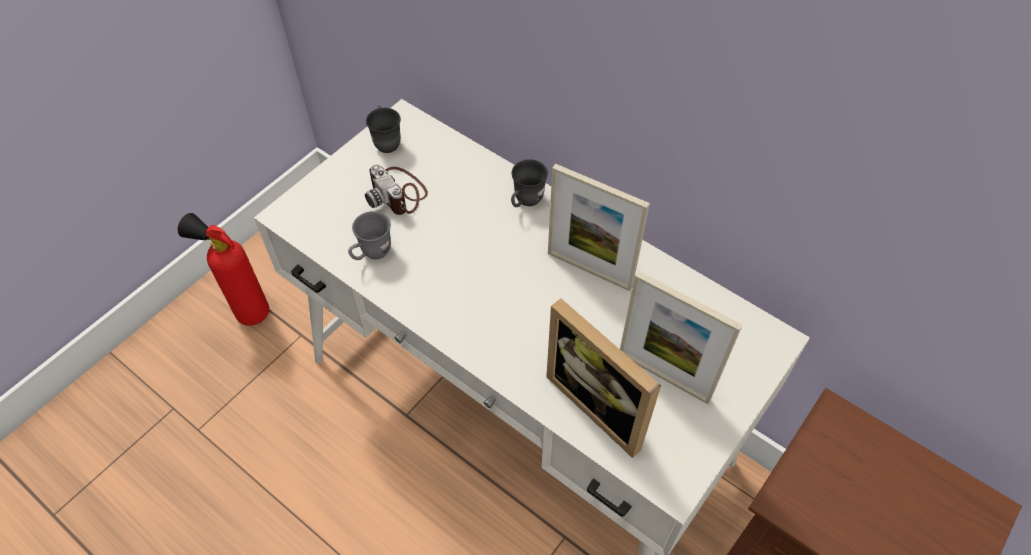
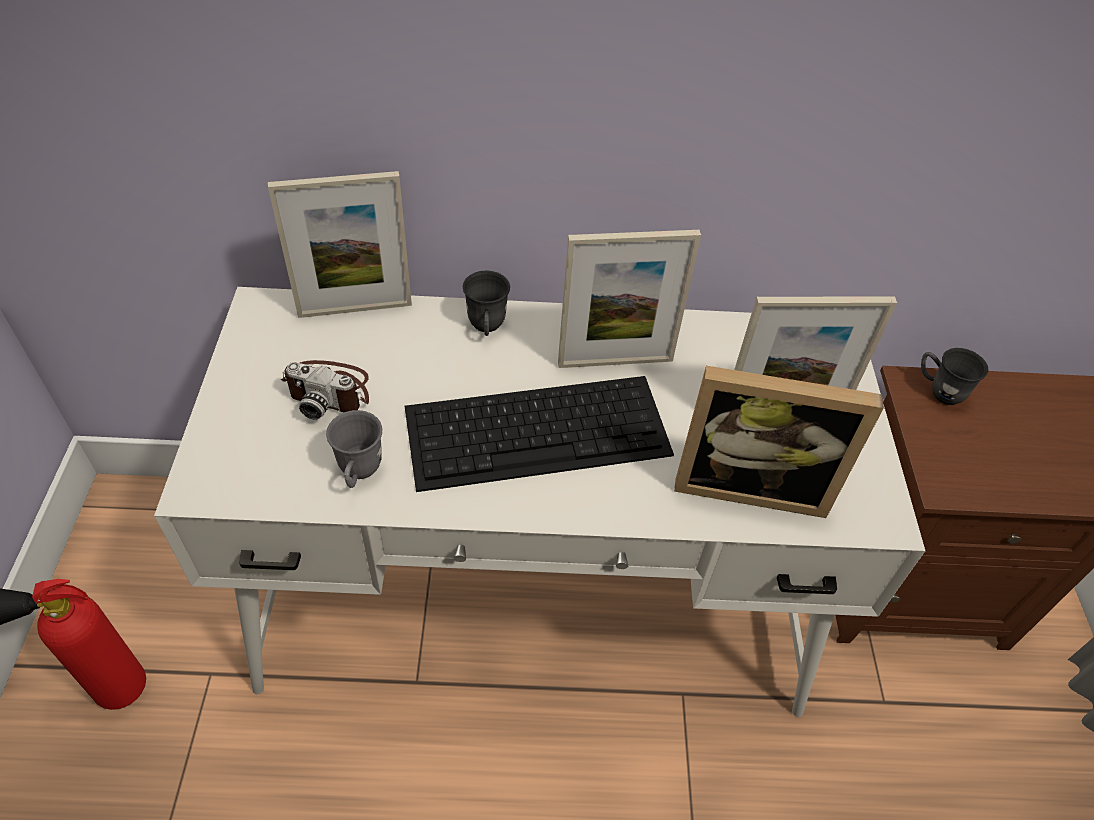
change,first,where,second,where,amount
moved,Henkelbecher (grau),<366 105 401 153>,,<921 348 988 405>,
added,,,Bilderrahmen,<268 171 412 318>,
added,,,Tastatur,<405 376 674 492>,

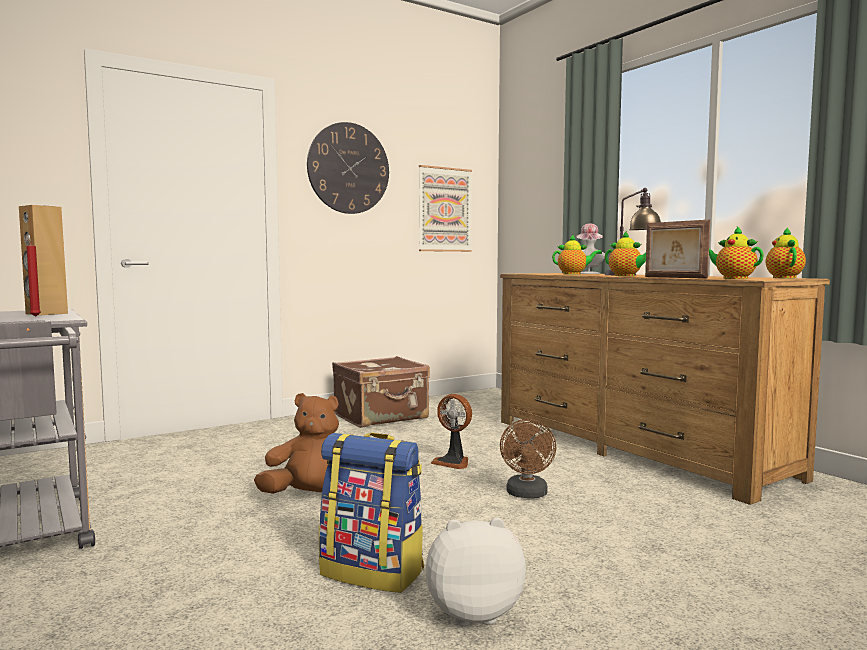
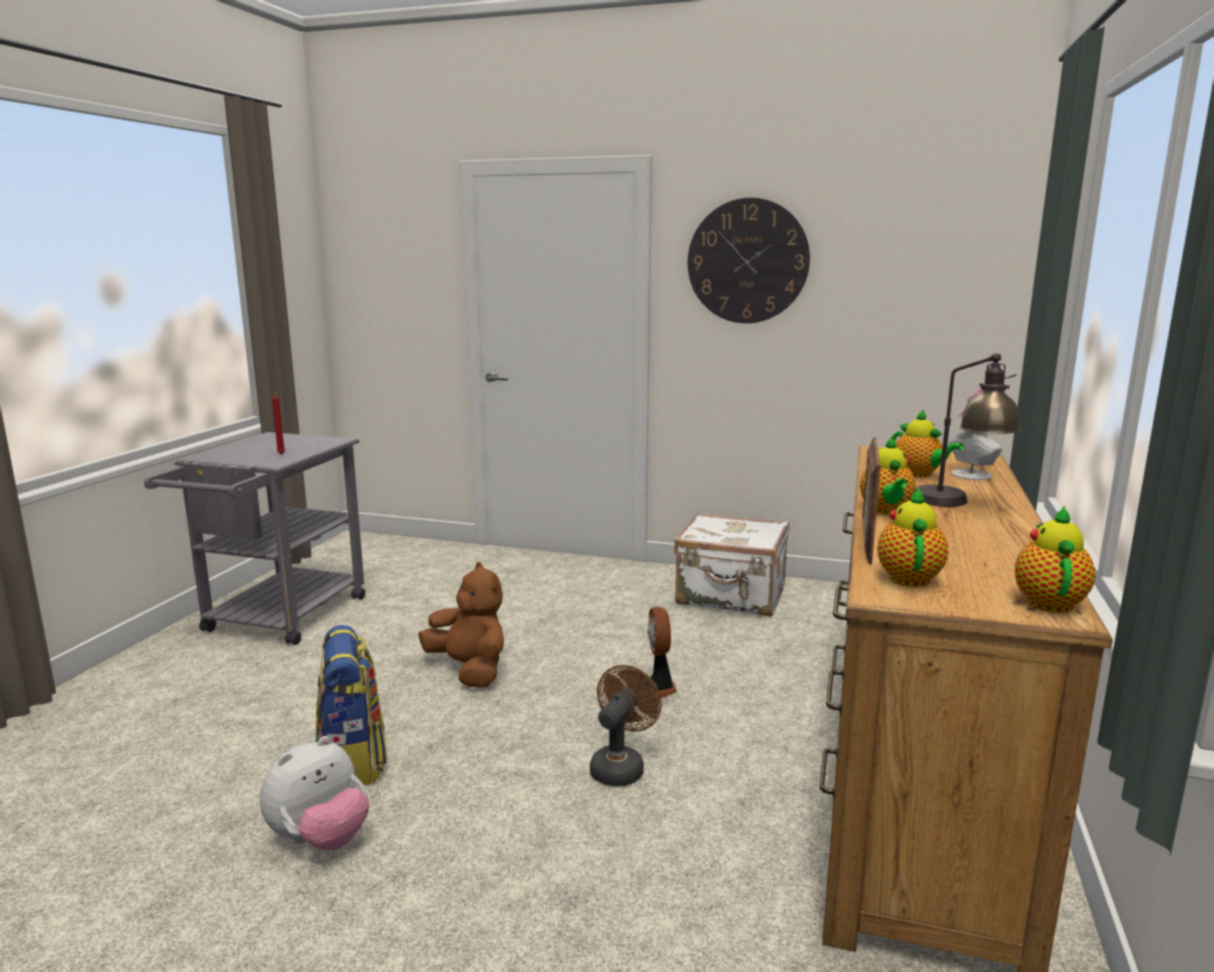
change,first,where,second,where,amount
removed,Lautsprecher (braun),<19 205 68 316>,,,
recoloured,Koffer (braun),<332 356 430 428>,Koffer (weiß),<674 513 789 617>,
removed,Bild,<419 165 472 252>,,,
turned,Plüschtier,<426 517 526 626>,,<260 736 369 850>,90 degrees clockwise
turned,Ventilator (braun),<500 419 556 498>,,<590 665 662 786>,150 degrees clockwise
turned,Teekanne,<766 228 806 278>,,<1015 506 1096 613>,45 degrees counterclockwise

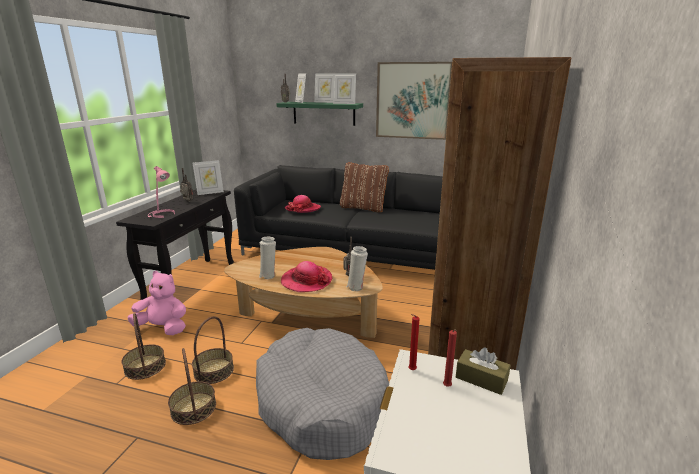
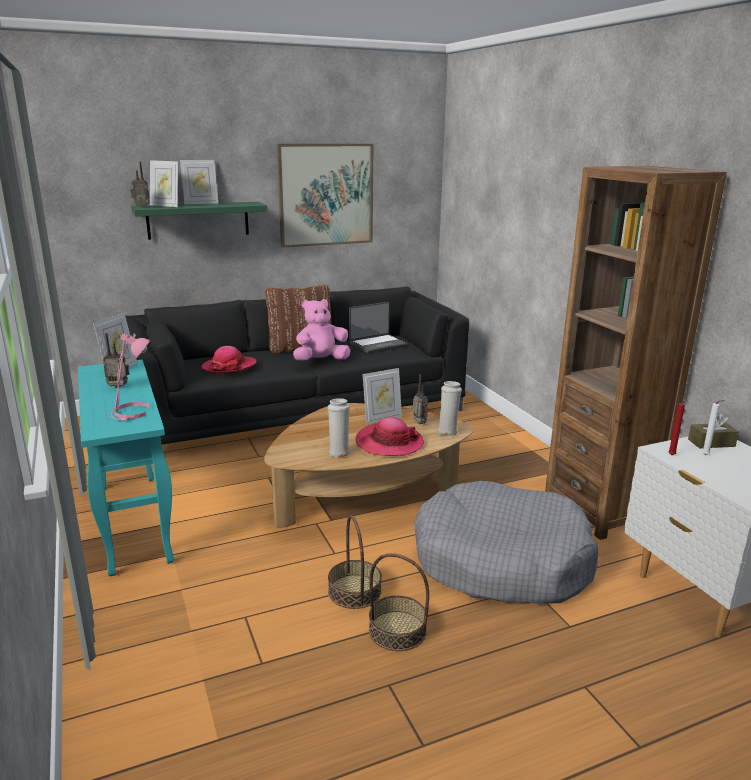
change,first,where,second,where,amount
recoloured,Konsolentisch (schwarz),<116 189 234 300>,Konsolentisch (türkis),<78 360 174 576>,
removed,Korb,<121 313 166 380>,,,
moved,Plüschtier (rosa),<127 271 186 335>,,<293 299 351 361>,
moved,Bilderrahmen,<333 74 356 104>,,<363 368 402 425>,
recoloured,Kerze (rot),<443 329 457 387>,Kerze (weiß),<702 400 724 455>,
added,,,Laptop,<349 302 408 353>,

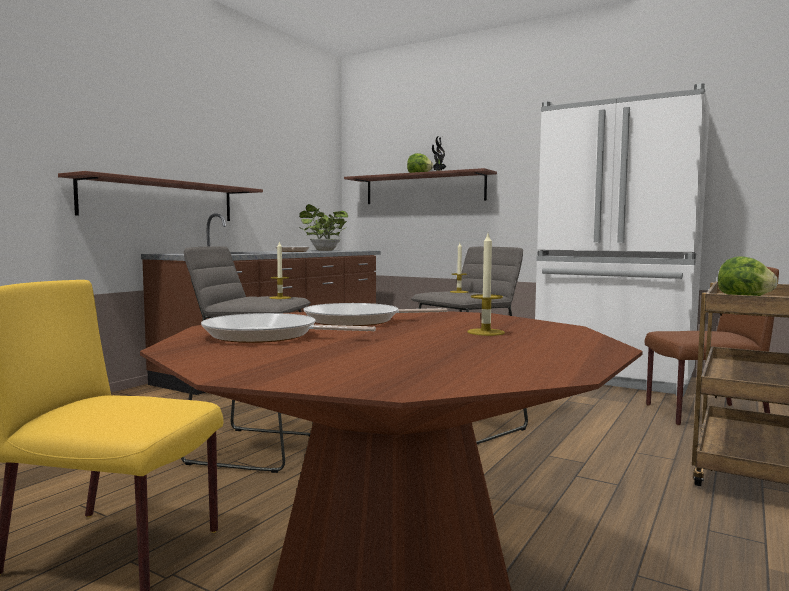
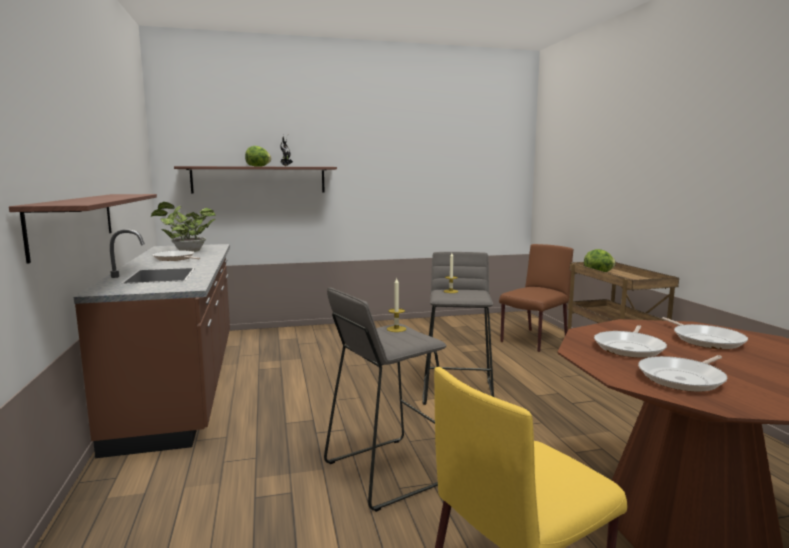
change,first,where,second,where,amount
replaced,Kerze,<467 233 505 336>,Pfanne,<662 317 748 349>,
removed,Kühlschrank (weiß),<535 83 710 397>,,,

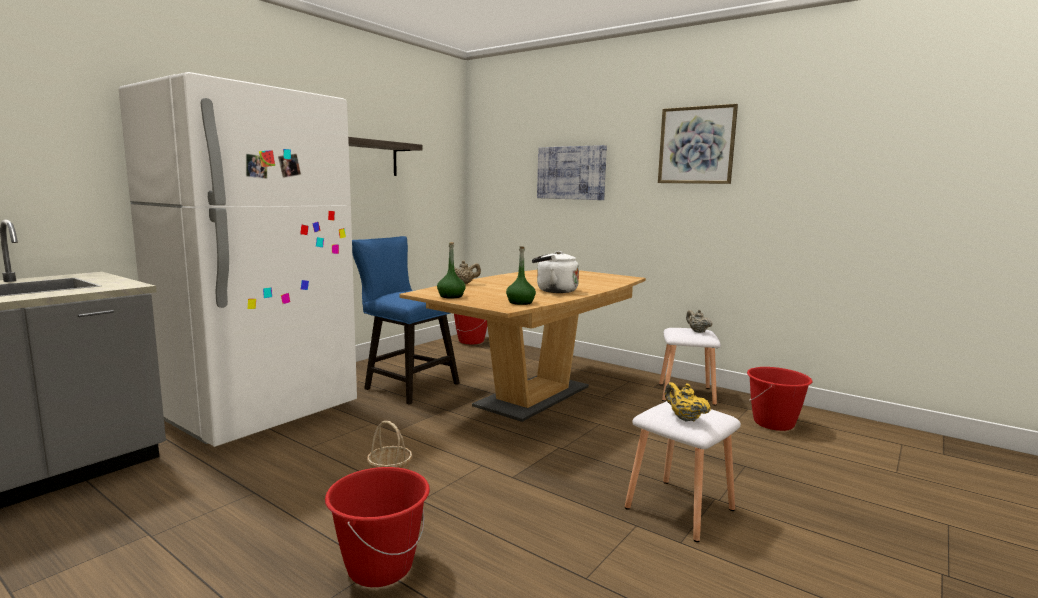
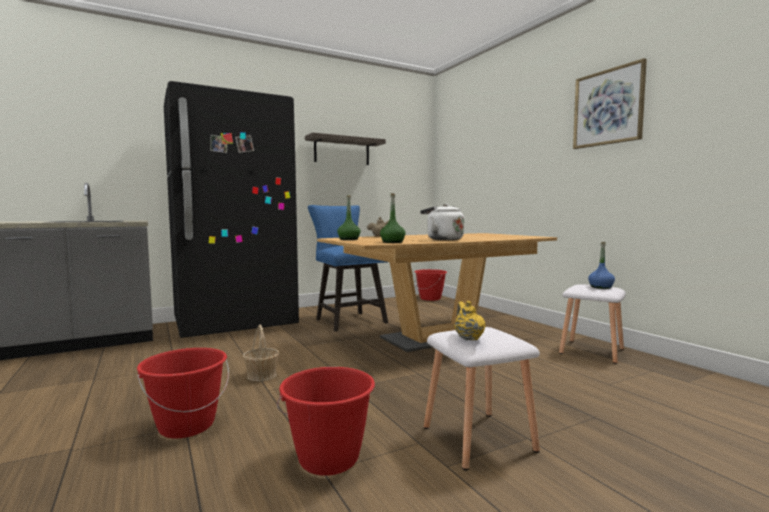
change,first,where,second,where,amount
recoloured,Kühlschrank (weiß),<119 72 357 447>,Kühlschrank (schwarz),<164 81 299 338>,
removed,Bild,<537 145 607 200>,,,
replaced,Teekanne (beige),<686 310 713 333>,Flasche (blau),<588 242 615 289>,
moved,Eimer (rot),<747 367 812 431>,,<277 367 375 476>,

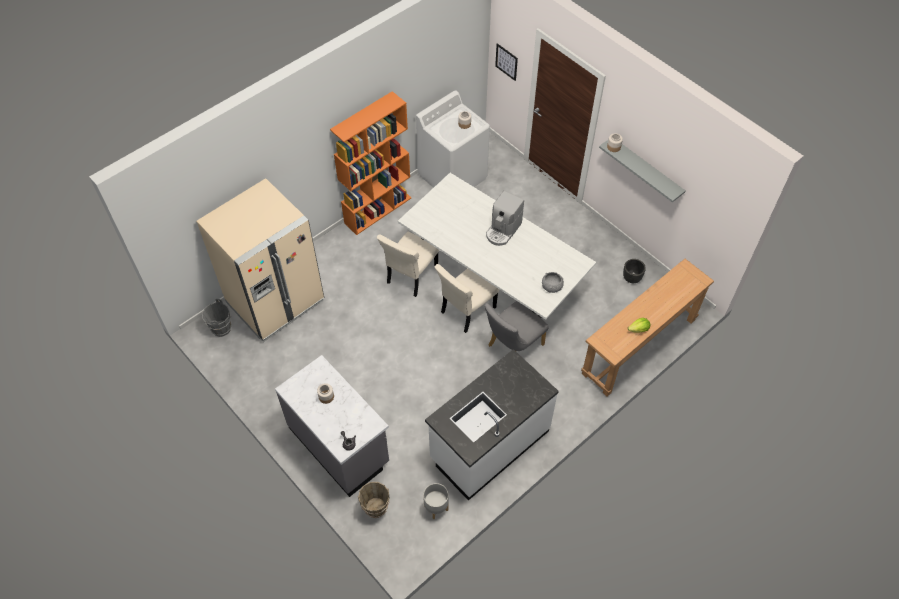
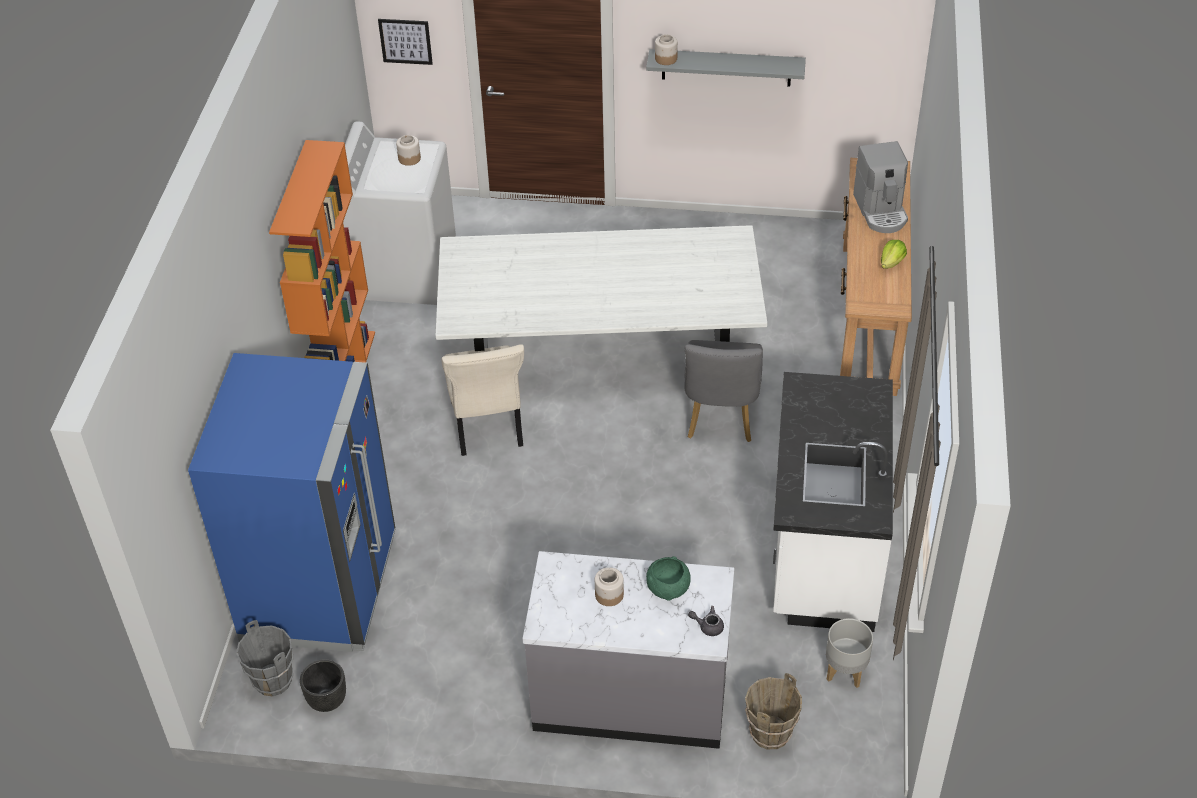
change,first,where,second,where,amount
recoloured,Kühlschrank (beige),<196 178 324 342>,Kühlschrank (blau),<188 353 396 652>,
removed,Stuhl (beige),<435 264 499 333>,,,
moved,Kaffeemaschine,<486 191 524 246>,,<853 141 908 233>,
removed,Schüssel (grau),<542 272 564 293>,,,
moved,Pflanzkübel (schwarz),<623 259 646 283>,,<300 659 346 712>,
added,,,Schüssel (grün),<646 556 691 601>,

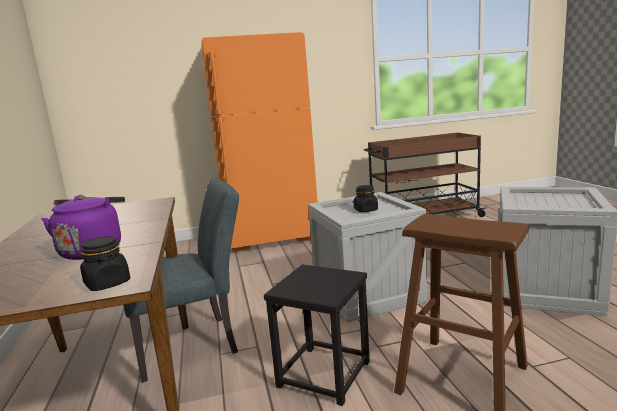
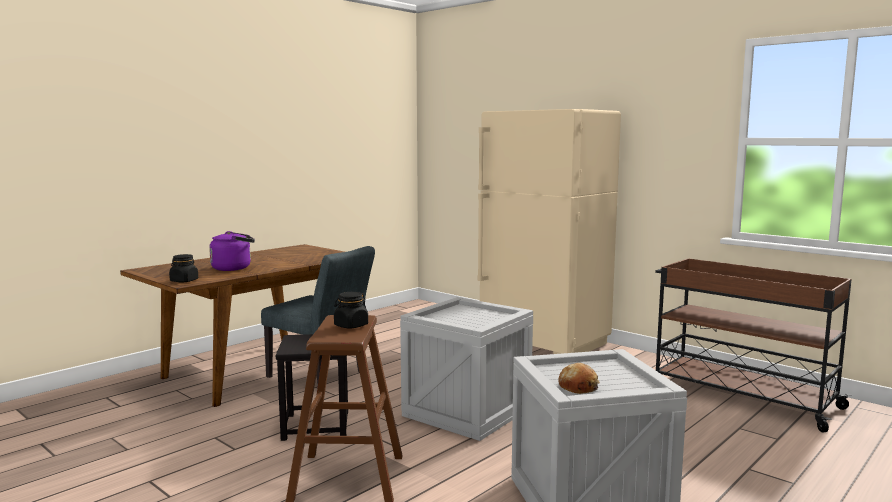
change,first,where,second,where,amount
recoloured,Kühlschrank (orange),<201 32 318 252>,Kühlschrank (beige),<478 109 621 354>,
moved,Vorratsglas (schwarz),<353 185 378 212>,,<334 292 368 328>,
added,,,Brot,<558 363 600 394>,

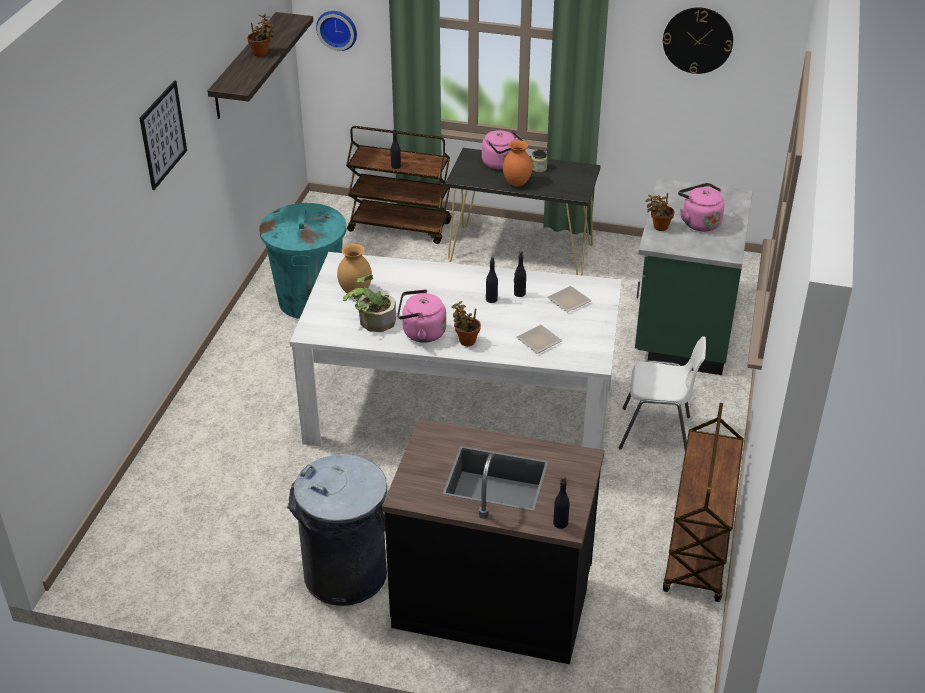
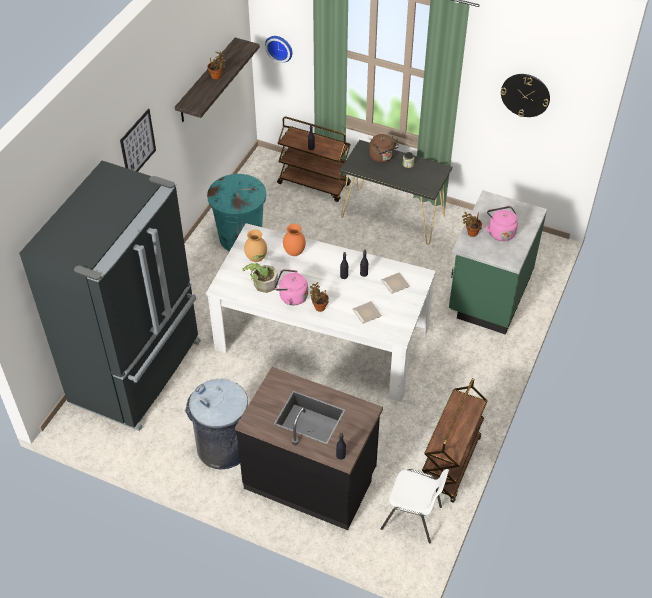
change,first,where,second,where,amount
recoloured,Wasserkessel (rosa),<482 130 524 169>,Wasserkessel (braun),<369 134 399 163>,
moved,Vase (orange),<503 140 532 187>,,<283 224 306 256>,
moved,Stuhl (weiß),<619 336 706 450>,,<380 469 449 543>,
added,,,Kühlschrank (schwarz),<19 161 201 431>,

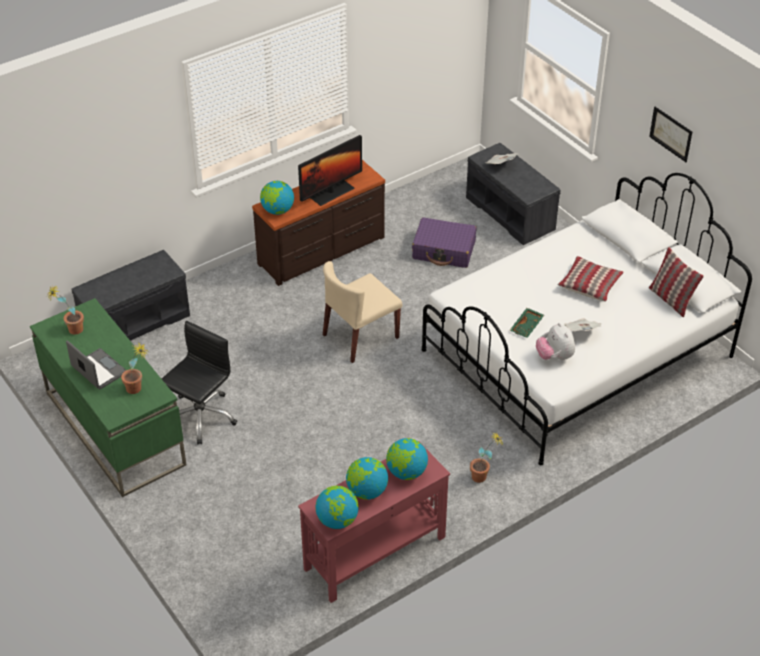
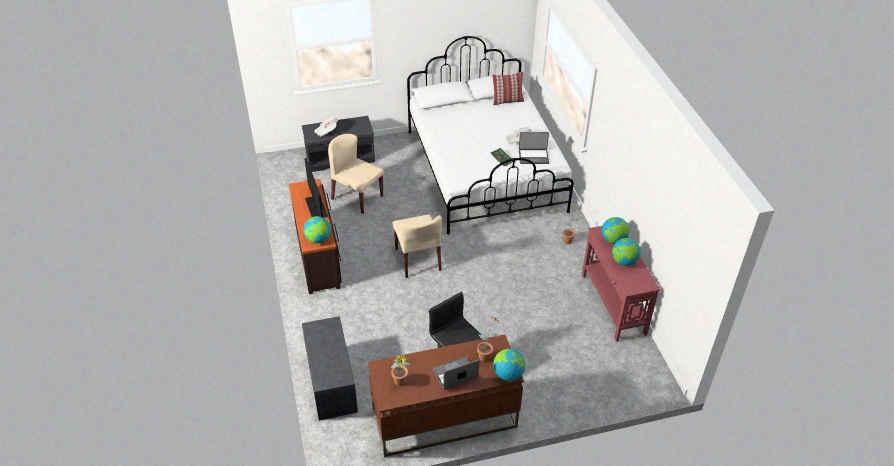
change,first,where,second,where,amount
recoloured,Schreibtisch (grün),<30 298 187 497>,Schreibtisch (braun),<368 334 524 457>,
moved,Globus,<316 486 359 529>,,<493 349 525 381>,
replaced,Koffer (lila),<412 217 476 268>,Stuhl (beige),<328 134 384 214>,
replaced,Plüschtier,<536 323 575 360>,Laptop,<519 132 549 164>,
removed,Kissen,<558 256 623 302>,,,
removed,Bild,<649 107 692 162>,,,

